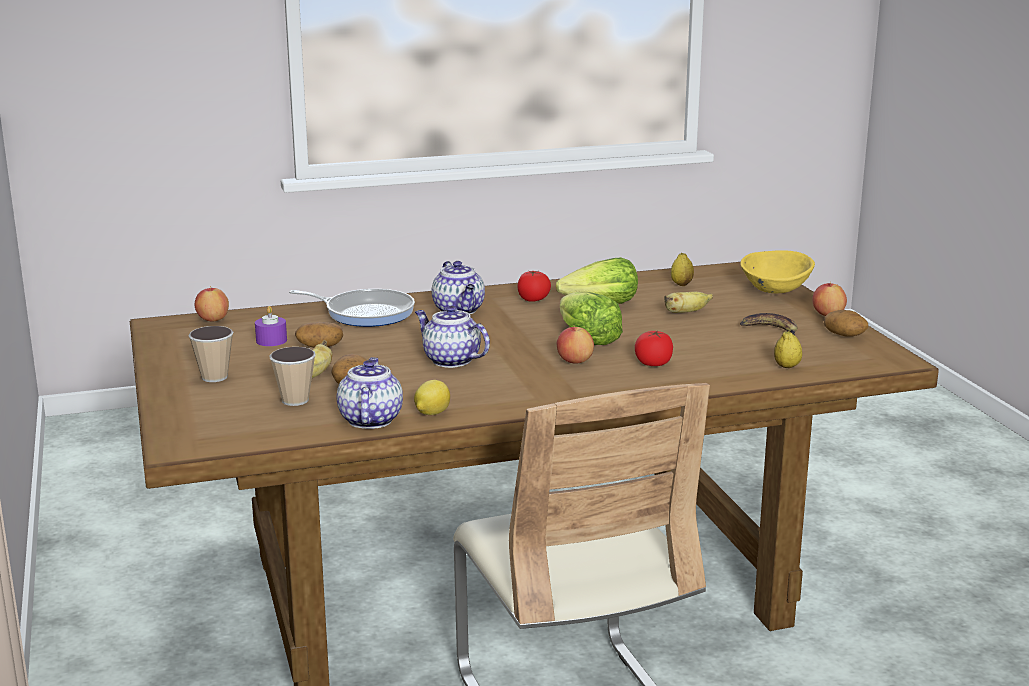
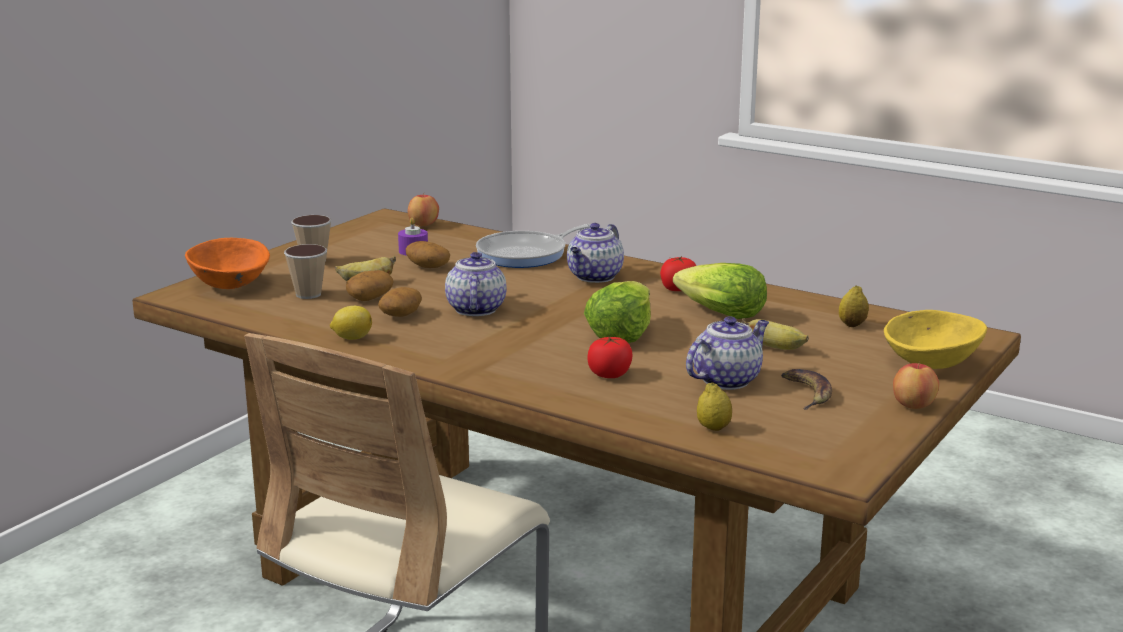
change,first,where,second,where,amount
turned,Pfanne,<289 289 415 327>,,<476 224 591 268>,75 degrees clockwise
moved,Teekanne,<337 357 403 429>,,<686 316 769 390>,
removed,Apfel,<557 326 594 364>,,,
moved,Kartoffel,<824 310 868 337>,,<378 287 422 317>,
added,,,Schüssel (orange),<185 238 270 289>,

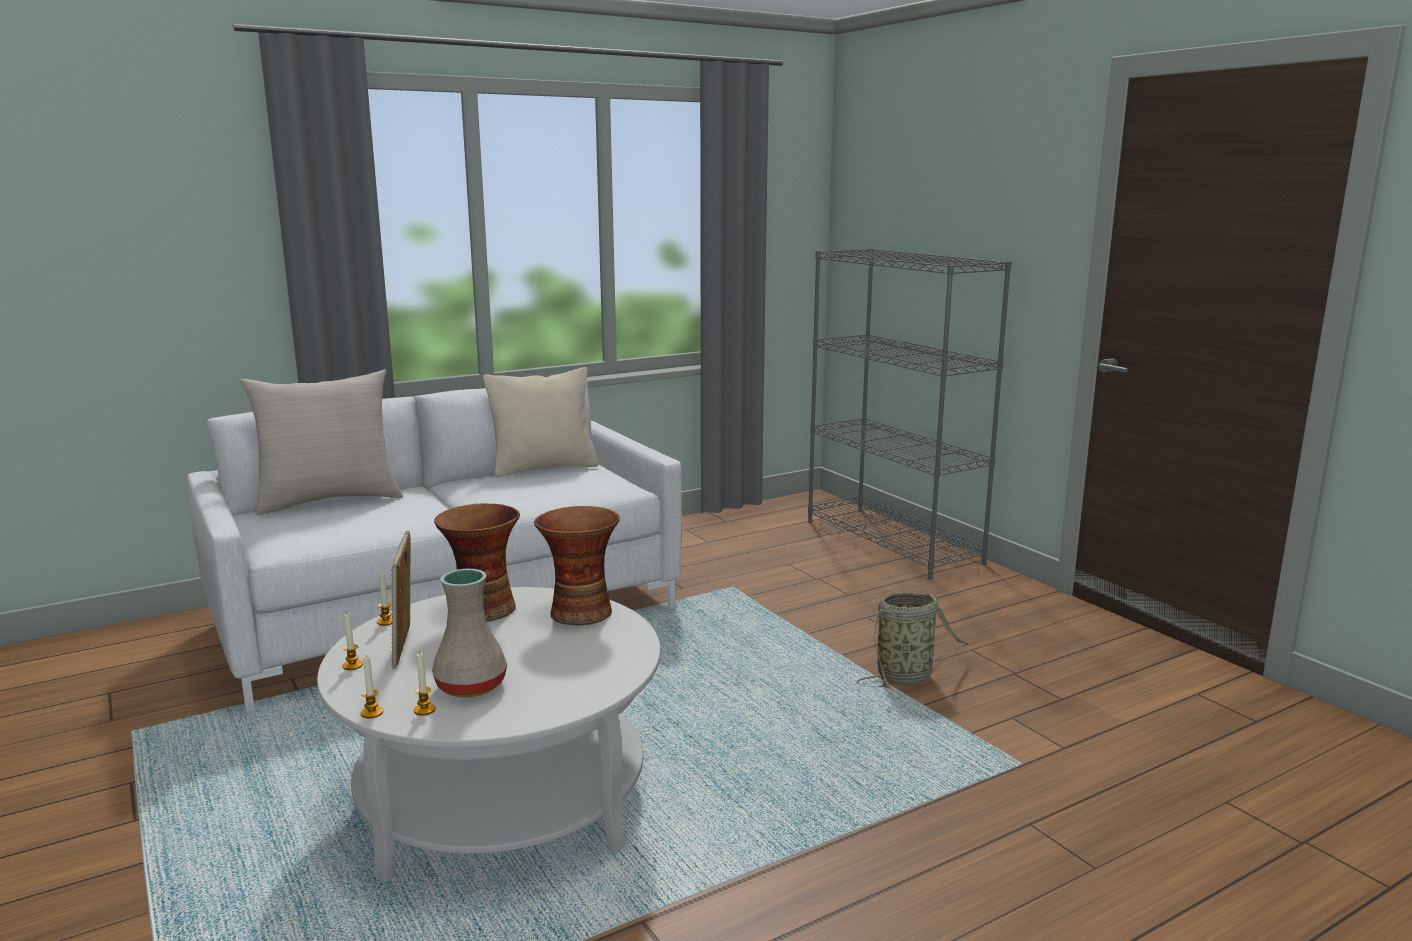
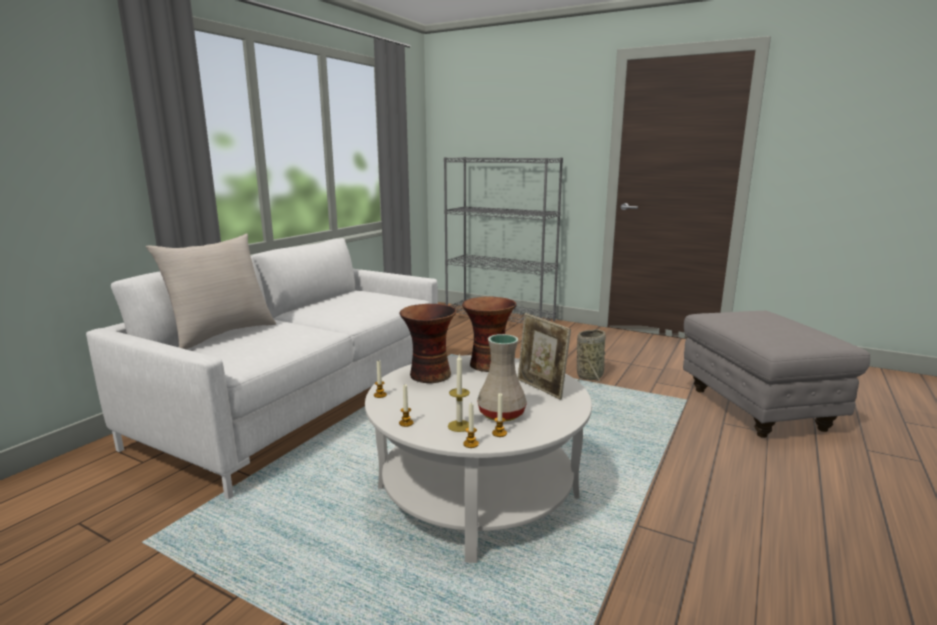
change,first,where,second,where,amount
moved,Bilderrahmen,<391 531 411 669>,,<518 313 571 400>,
removed,Kissen (beige),<483 367 598 477>,,,
added,,,Kerze,<448 354 470 432>,
added,,,Polsterhocker (grau),<683 311 870 438>,

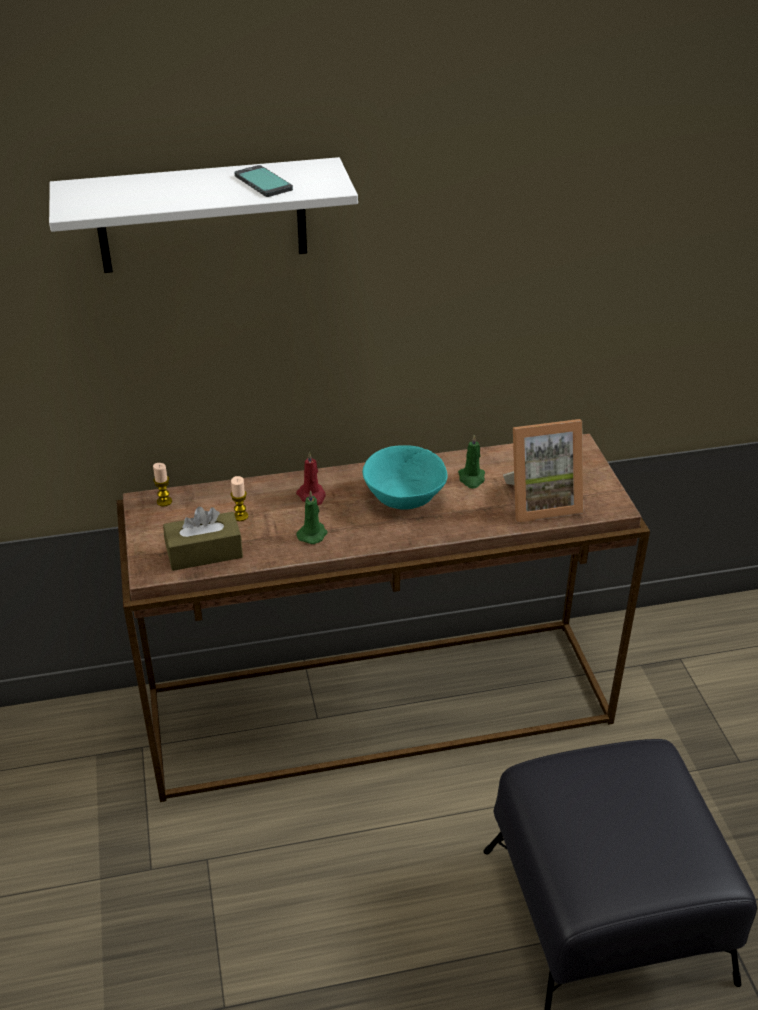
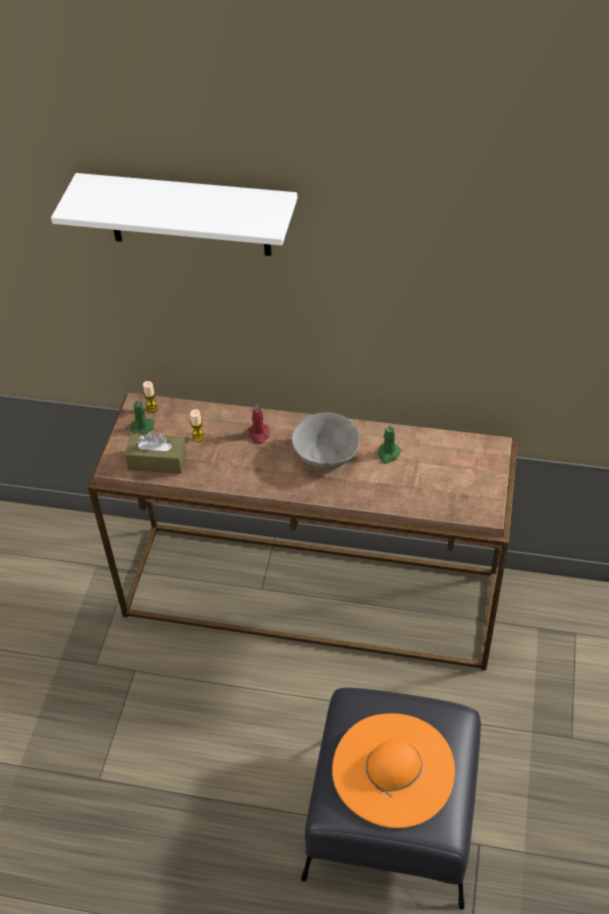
change,first,where,second,where,amount
removed,Handy,<234 165 293 197>,,,
moved,Kerze (grün),<296 490 328 544>,,<130 397 155 434>,
recoloured,Schüssel (türkis),<363 445 448 509>,Schüssel (grau),<291 412 360 469>,
removed,Bilderrahmen,<503 419 583 523>,,,
added,,,Hut (orange),<332 713 455 828>,

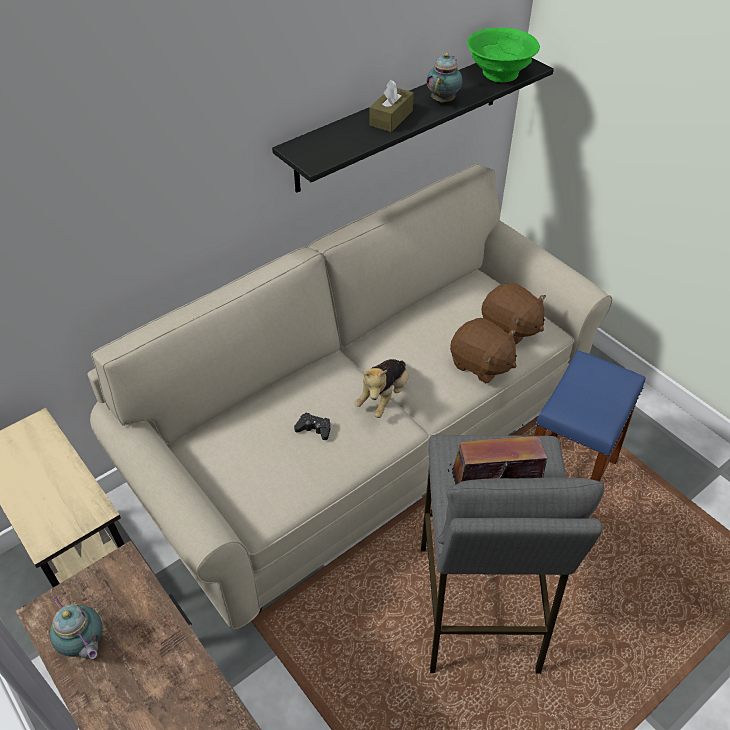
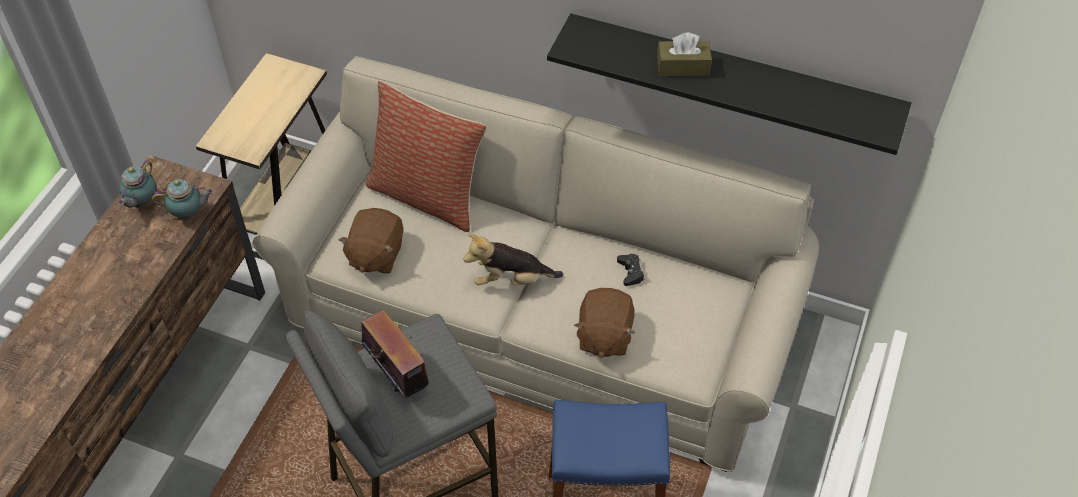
change,first,where,second,where,amount
moved,Gamepad (schwarz),<294 413 330 440>,,<617 254 644 286>,
moved,Teekanne,<427 53 462 103>,,<152 179 214 221>,
removed,Schüssel (grün),<467 28 540 83>,,,
moved,Plüschtier (braun),<481 282 546 345>,,<339 208 403 274>,
added,,,Kissen,<366 81 486 232>,

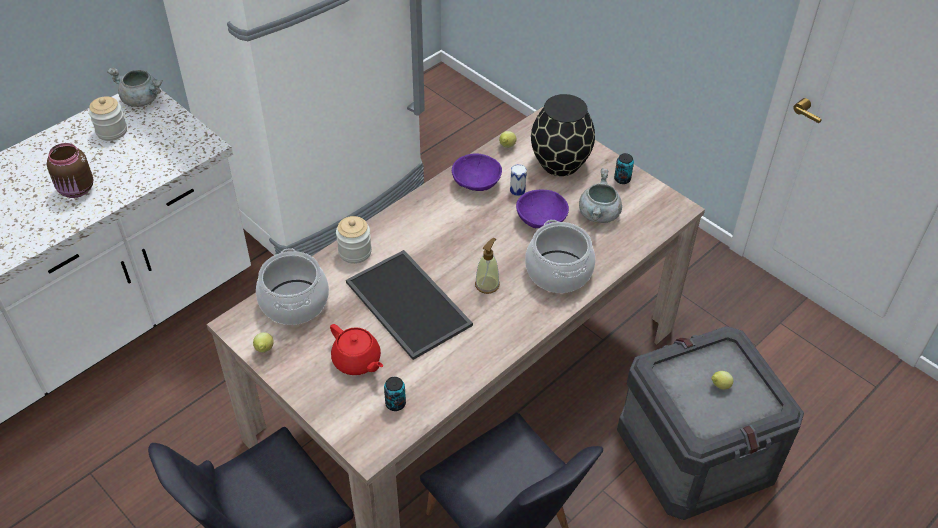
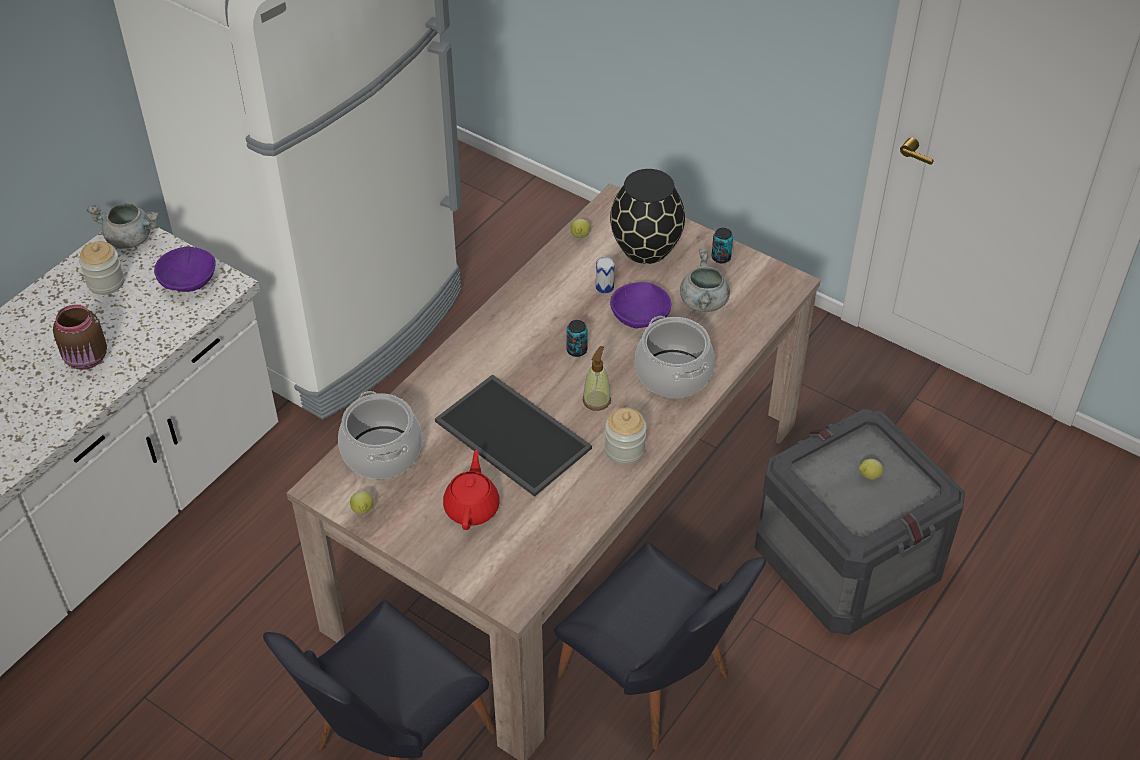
change,first,where,second,where,amount
turned,Teekanne (rot),<330 324 383 375>,,<443 450 499 530>,120 degrees counterclockwise
moved,Vorratsglas,<336 216 372 264>,,<605 408 647 465>,
moved,Dose,<384 377 406 411>,,<567 320 588 357>,
moved,Schüssel (lila),<452 153 502 191>,,<154 247 216 292>,

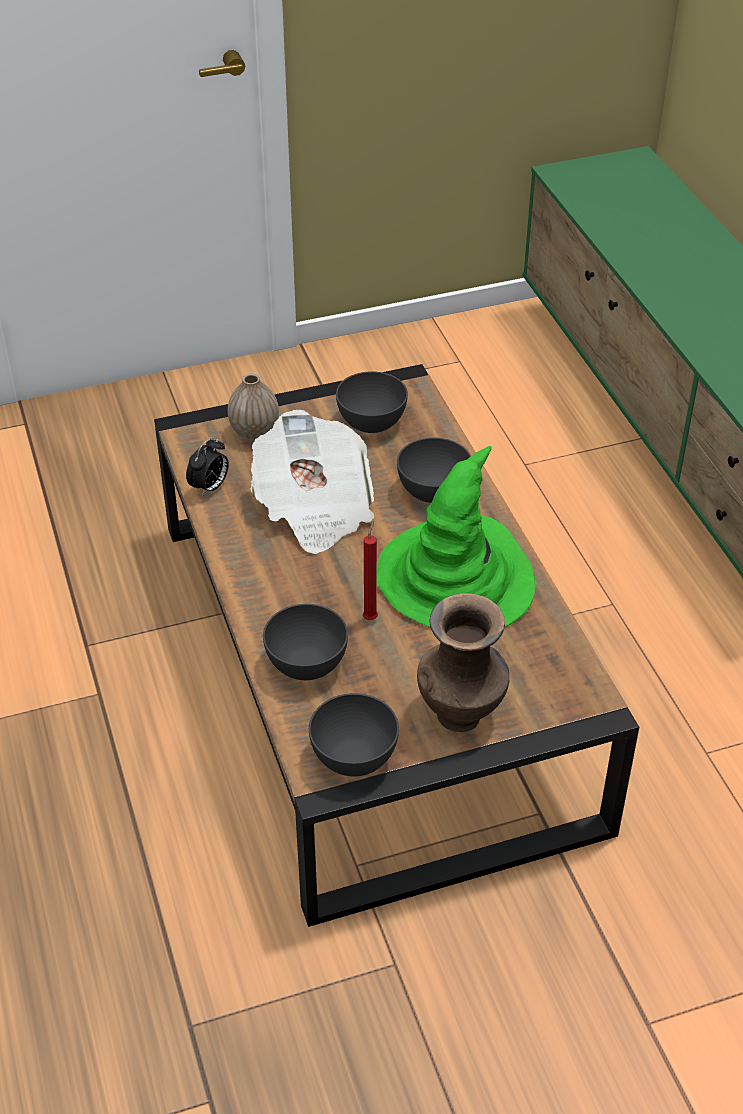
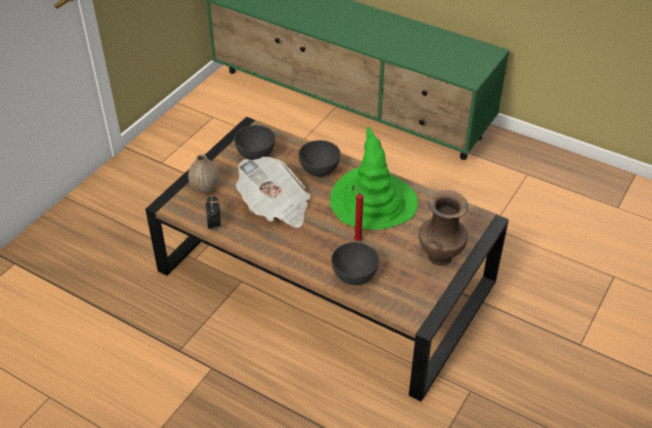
change,first,where,second,where,amount
removed,Schüssel (grau),<309 693 399 776>,,,

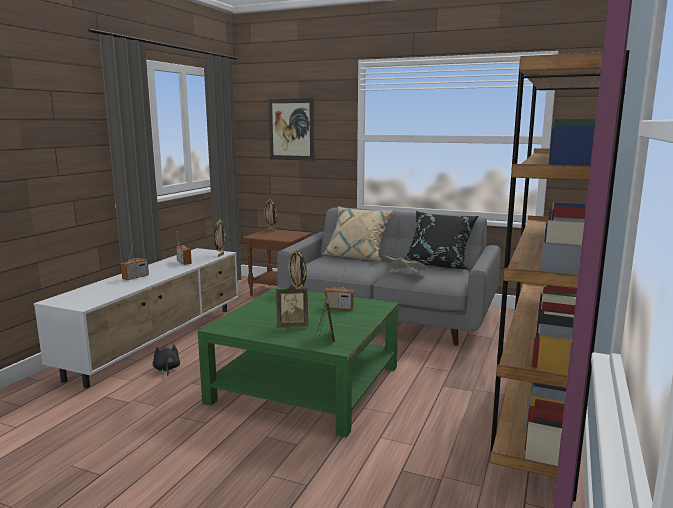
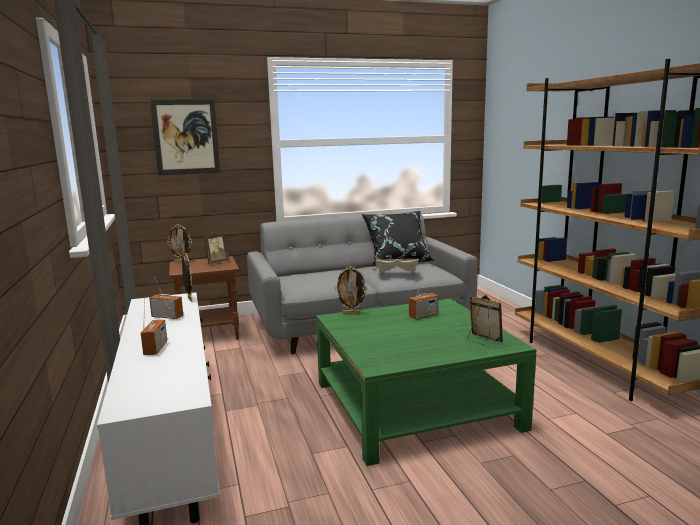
change,first,where,second,where,amount
removed,Plüschtier (schwarz),<153 344 180 376>,,,
moved,Bilderrahmen,<276 284 308 327>,,<204 231 229 264>,
removed,Kissen (beige),<322 206 394 261>,,,

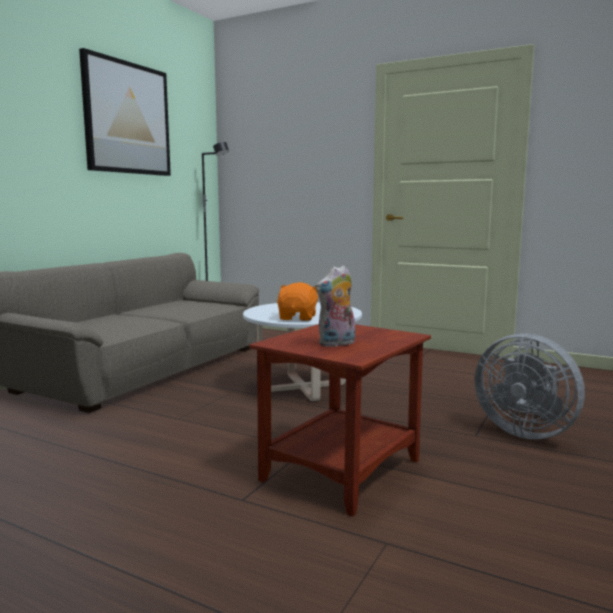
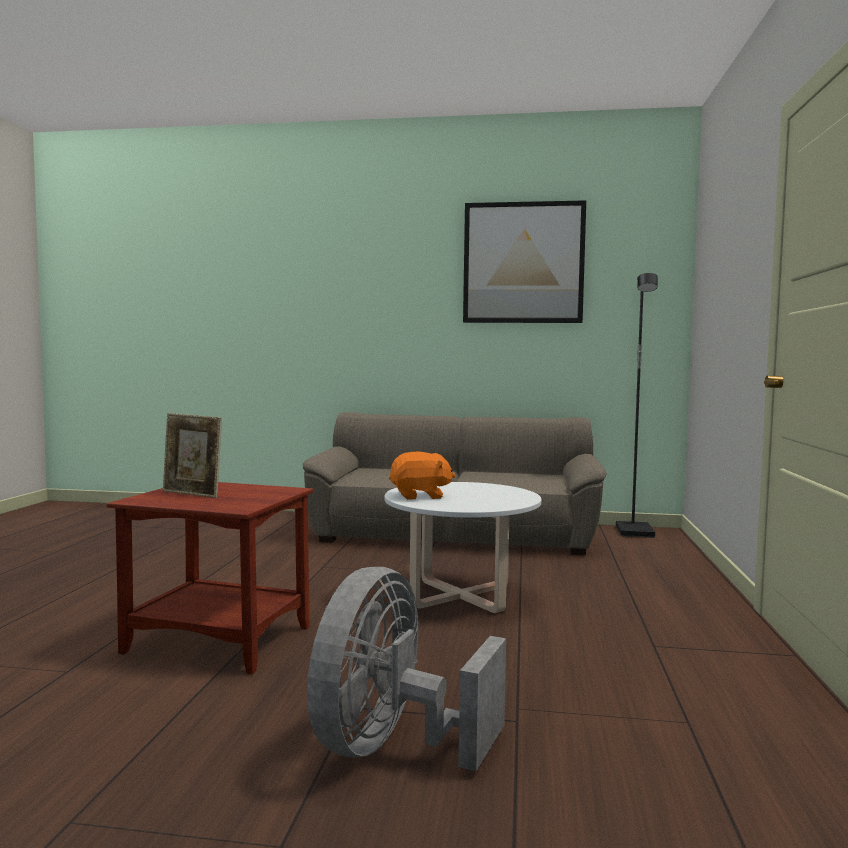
change,first,where,second,where,amount
replaced,Plüschtier,<315 265 355 347>,Bilderrahmen,<163 413 222 498>,

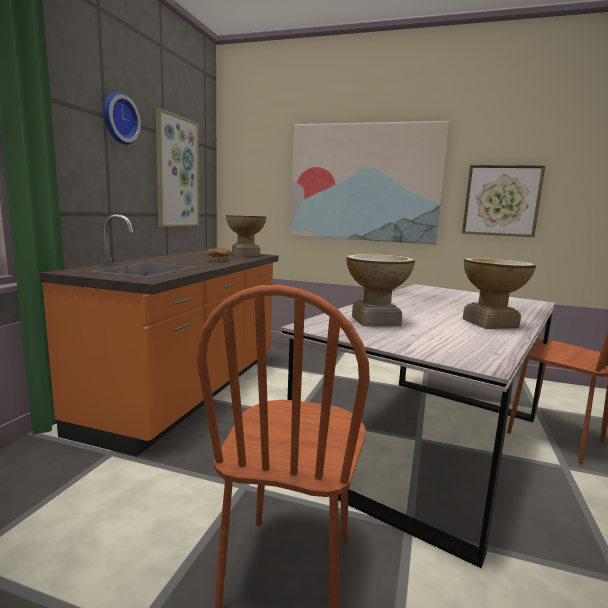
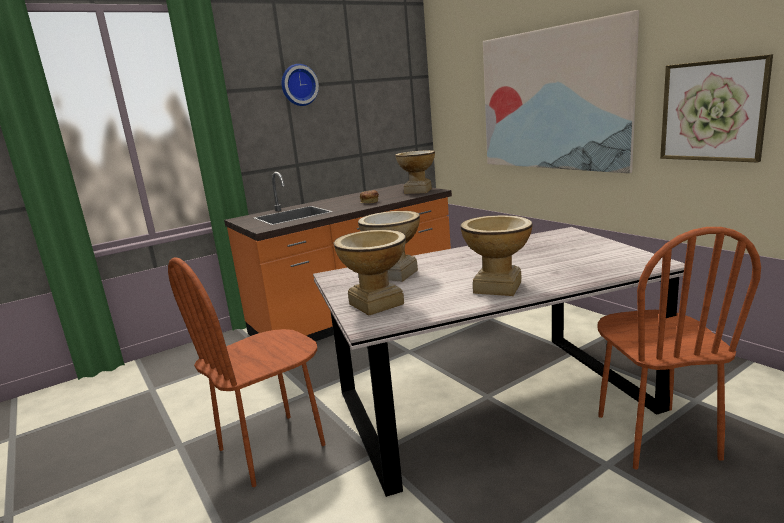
change,first,where,second,where,amount
removed,Bild,<156 108 199 227>,,,
added,,,Vase,<334 230 406 315>,

